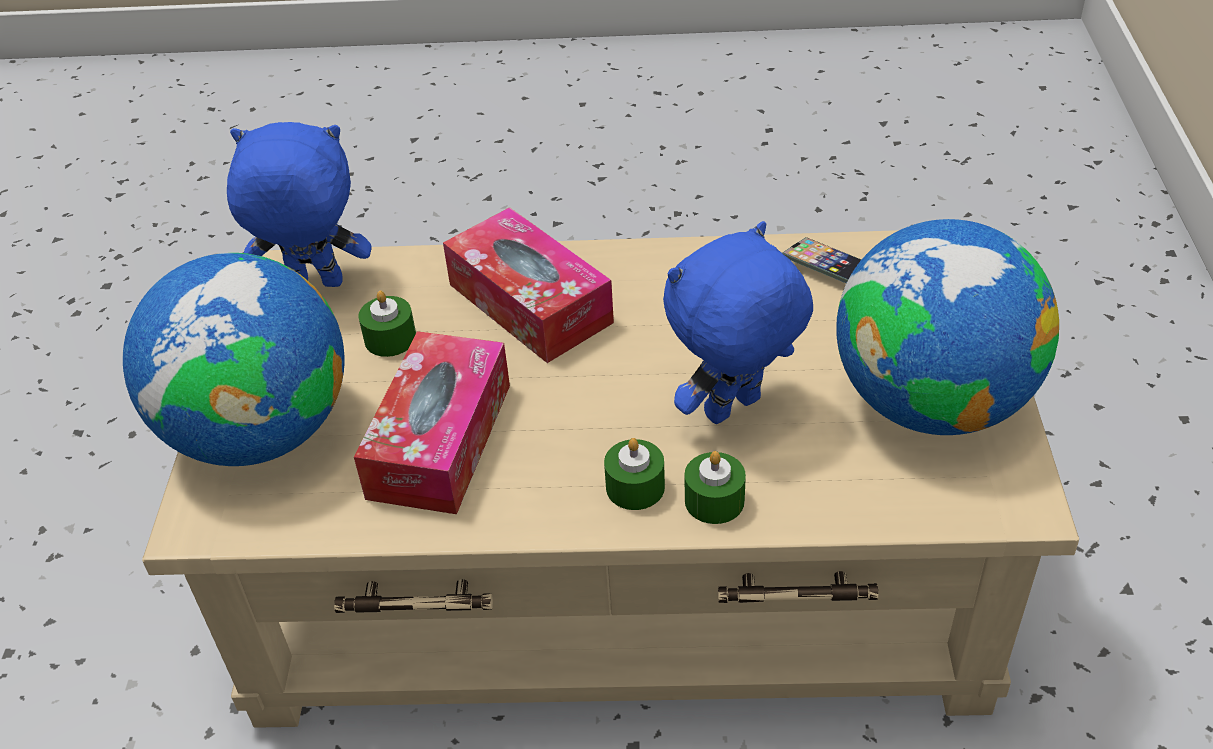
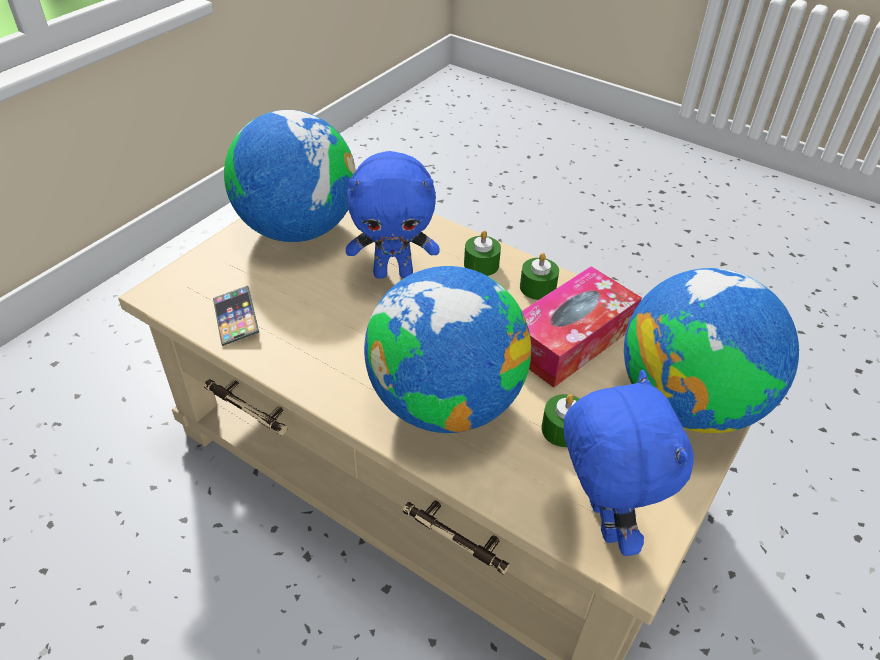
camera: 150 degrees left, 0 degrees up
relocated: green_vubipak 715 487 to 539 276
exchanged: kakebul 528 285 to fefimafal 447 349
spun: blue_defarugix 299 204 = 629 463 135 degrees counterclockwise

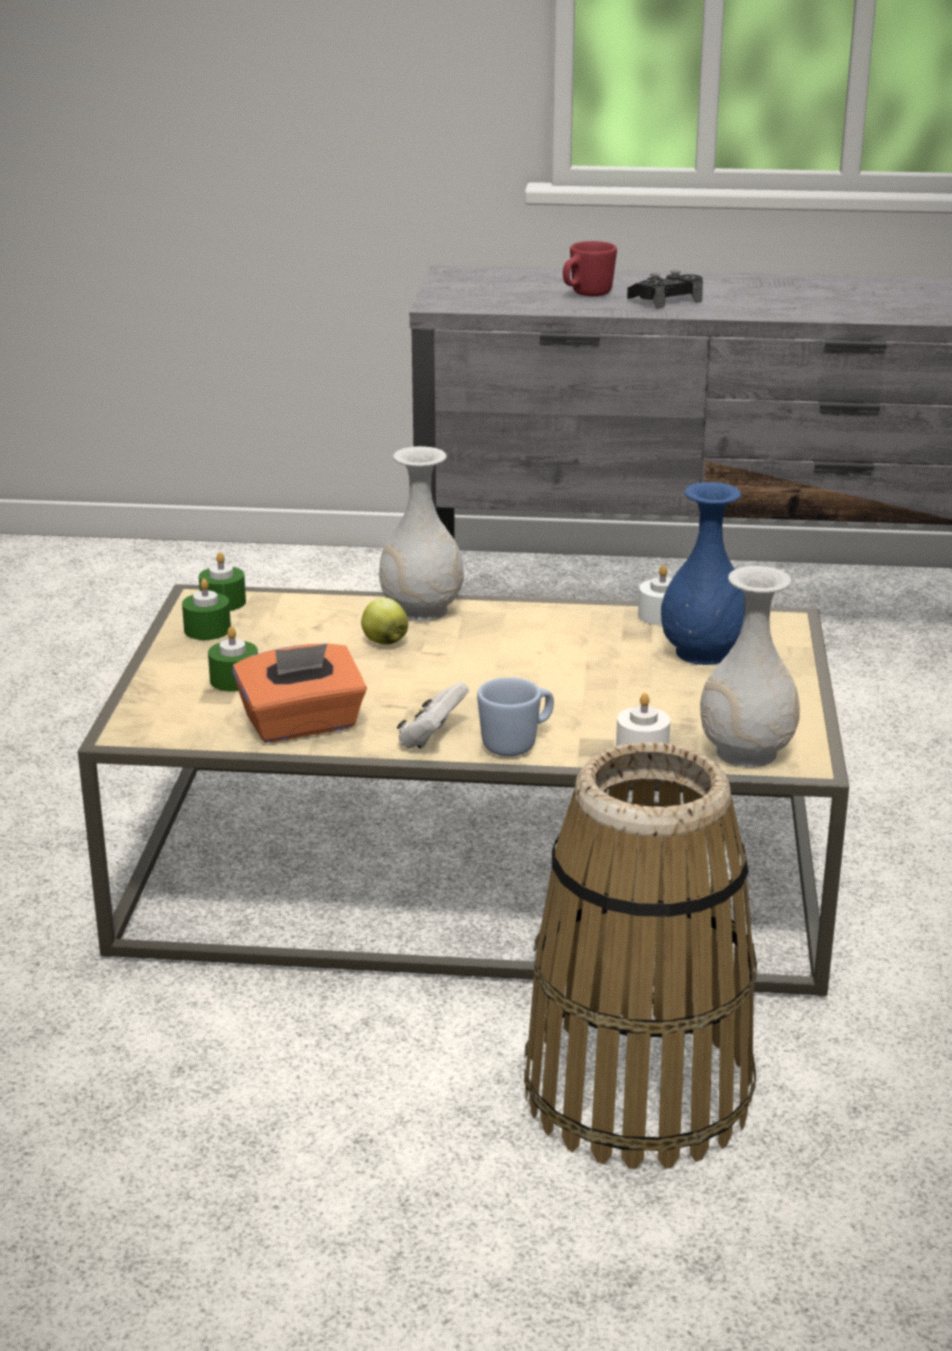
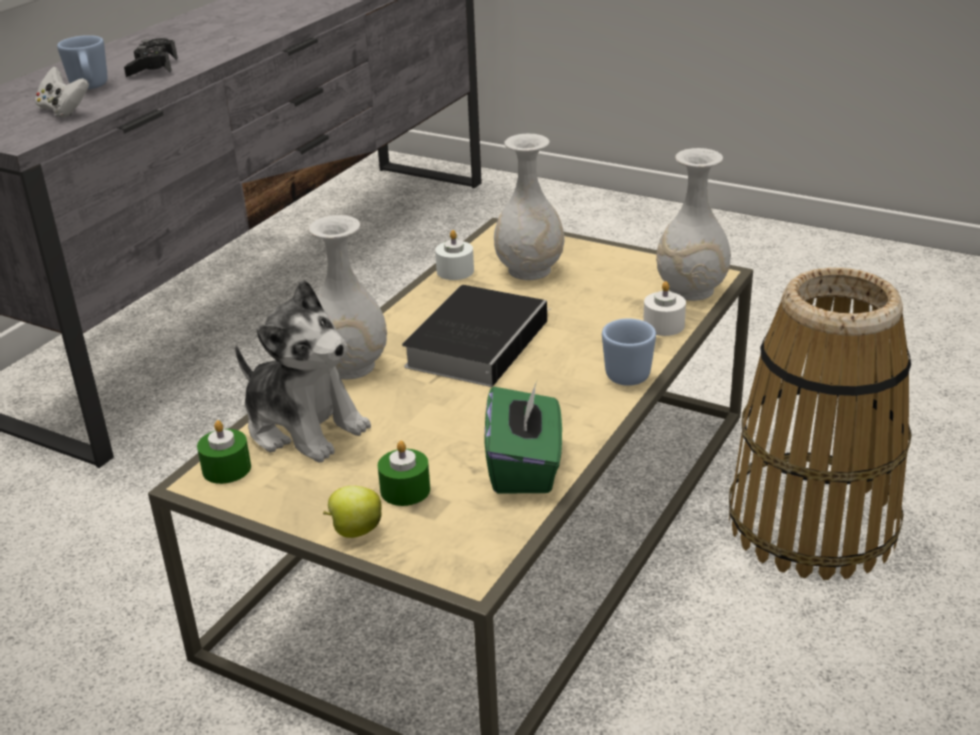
camera: 65 degrees left, 5 degrees up
missing: green_vubipak 206 609
appeared: defarugix 303 371; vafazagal 476 336
relocated: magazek 384 621 to 352 512; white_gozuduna 433 715 to 62 92
colour: orange_kakebul 299 693 to green_kakebul 523 437; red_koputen 590 268 to blue_koputen 82 62; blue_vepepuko 703 573 to white_vepepuko 529 207

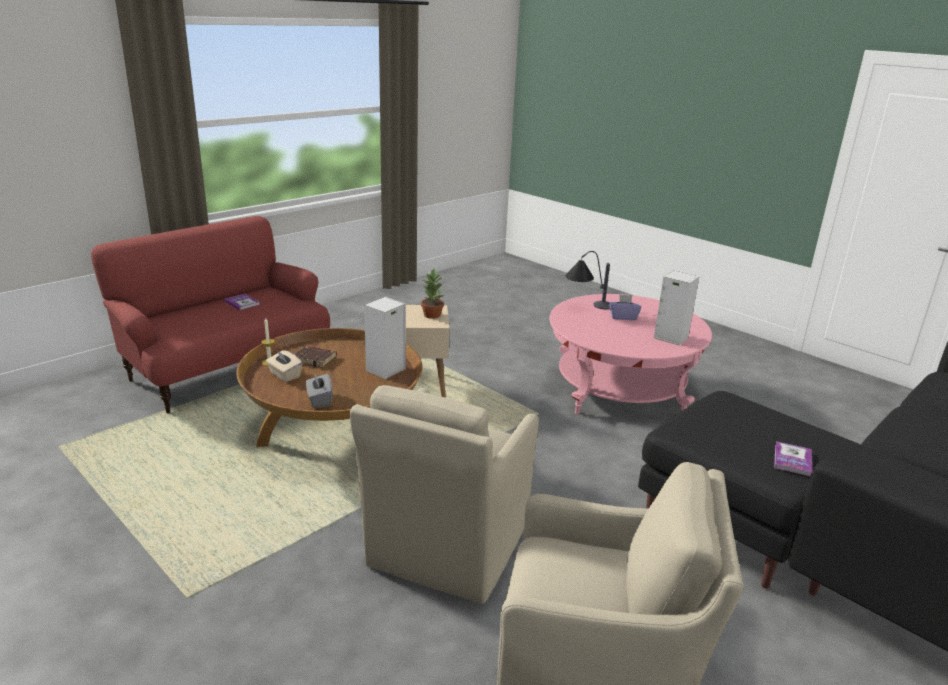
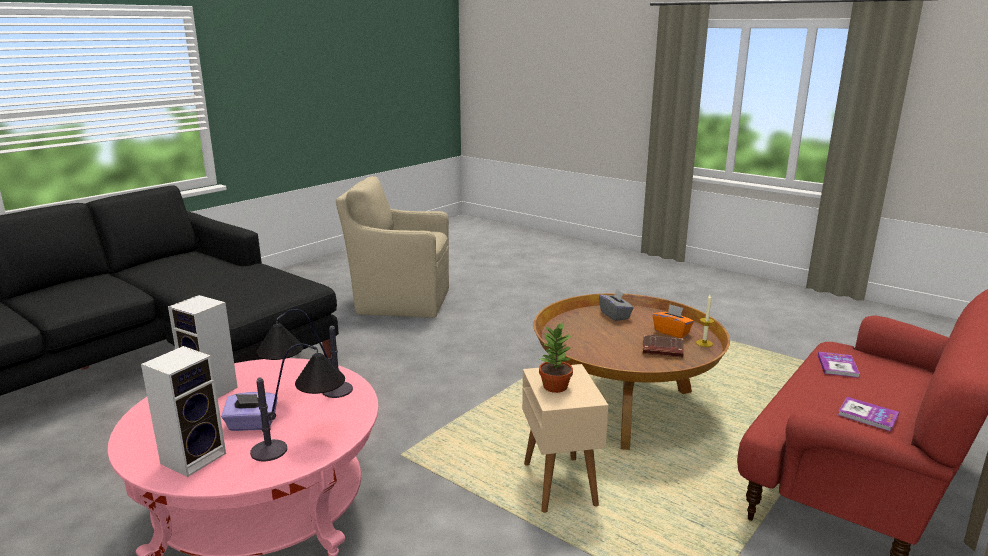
camera: 175 degrees right, 5 degrees down
missing: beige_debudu 444 494
appeared: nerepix 305 353
relocated: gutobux 385 338 to 183 411; vafazagal 793 459 to 839 365
colour: beige_kakebul 284 366 to orange_kakebul 673 321

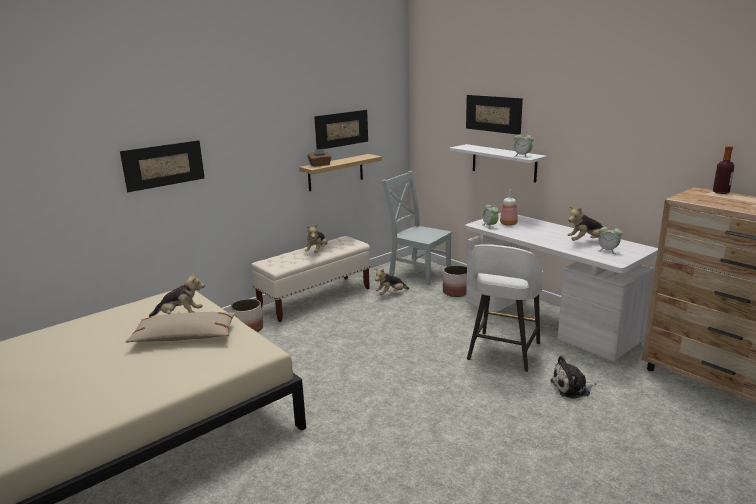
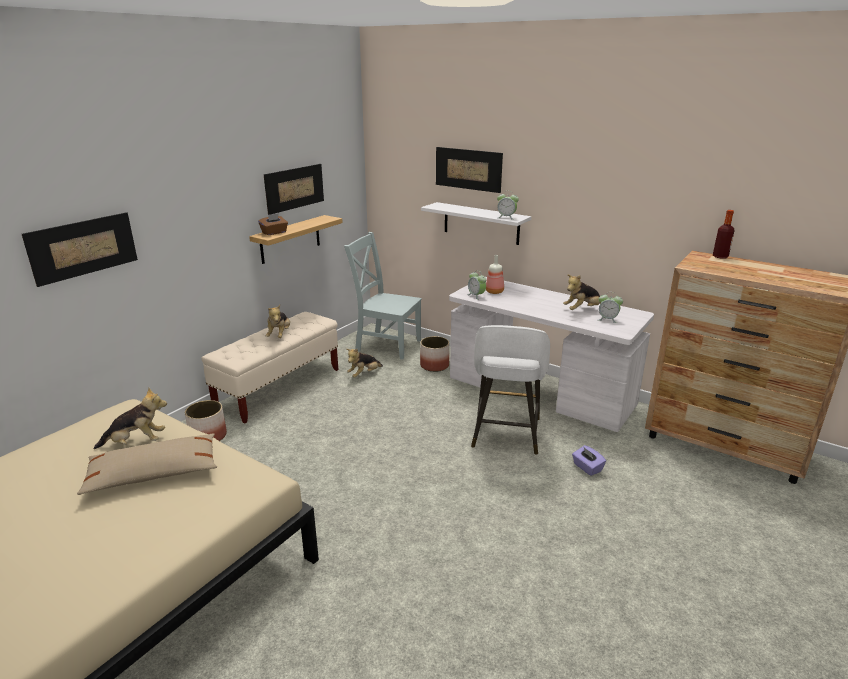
camera: 15 degrees left, 5 degrees up
exchanged: defarugix 573 377 to purple_kakebul 589 460

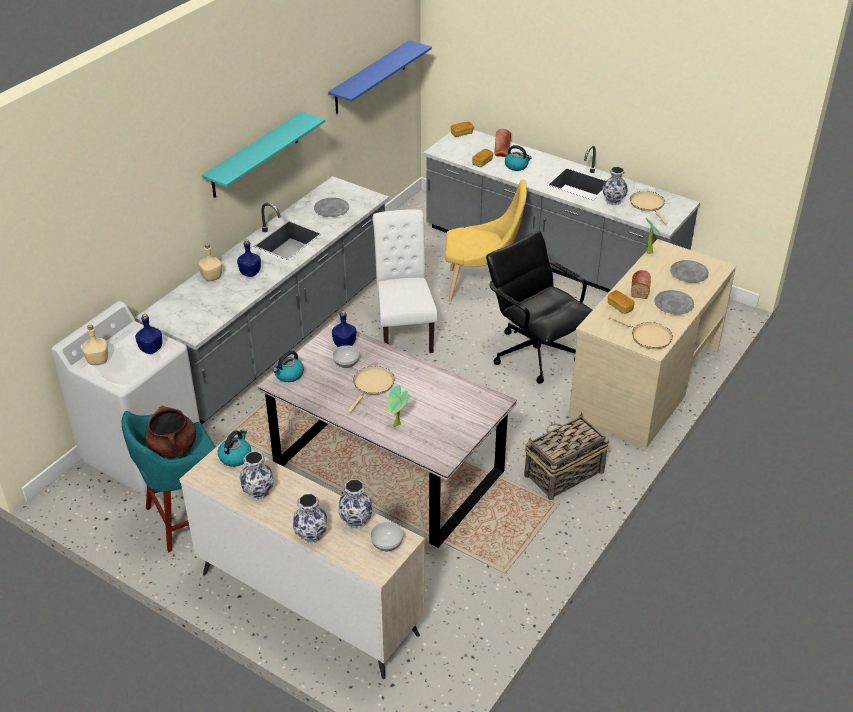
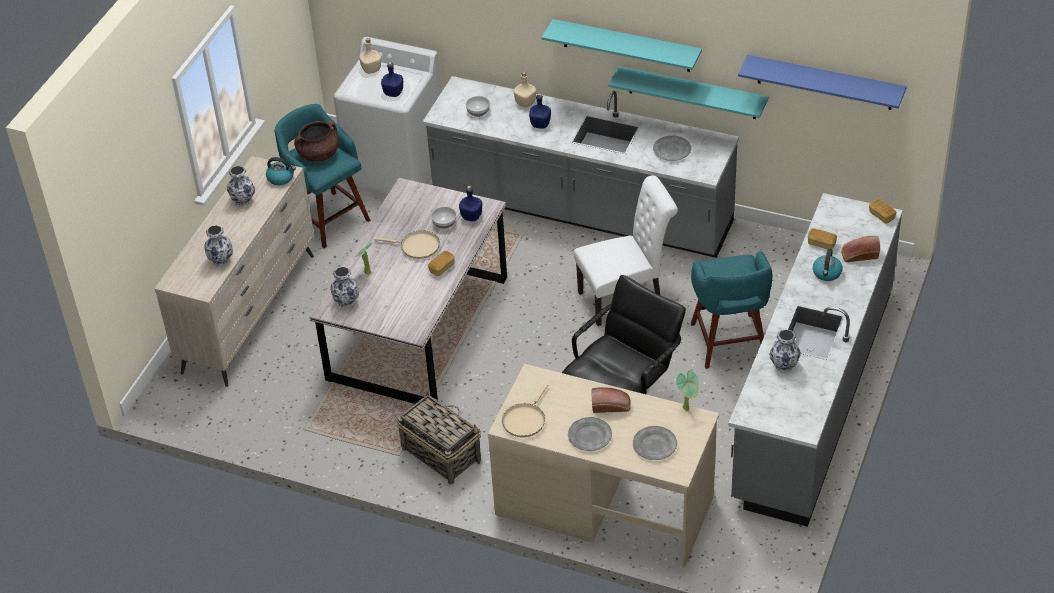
camera: 80 degrees right, 5 degrees up
missing: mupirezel 288 366; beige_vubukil 649 207
appeared: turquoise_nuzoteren 688 92
relocated: vepepuko 310 519 to 344 287; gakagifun 386 536 to 478 106; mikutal 621 302 to 441 263
exchanged: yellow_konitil 486 241 to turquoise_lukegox 732 310

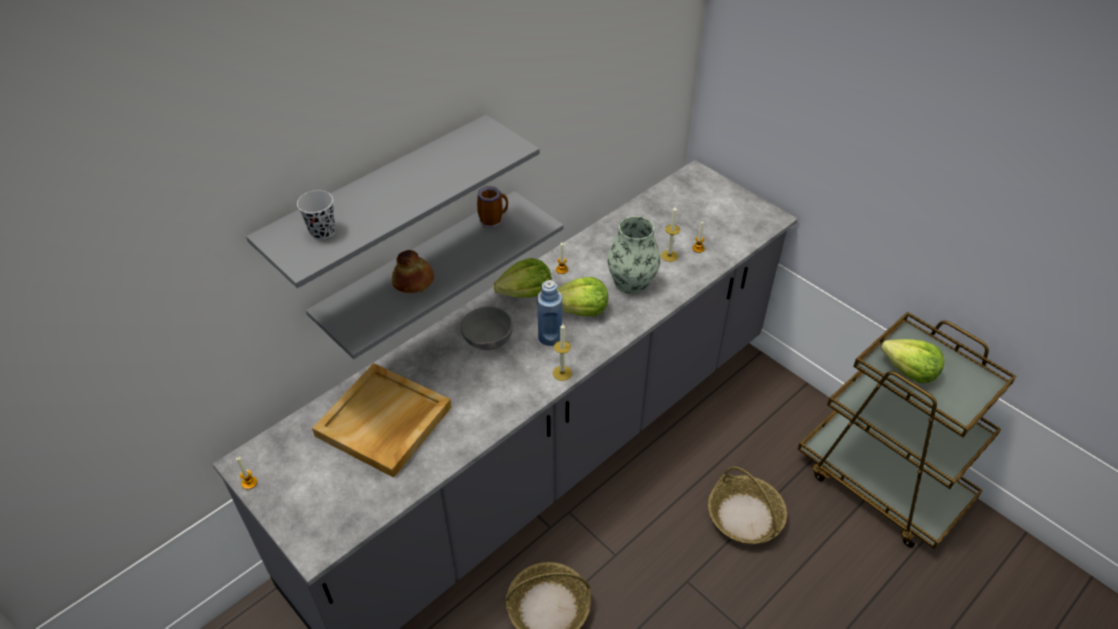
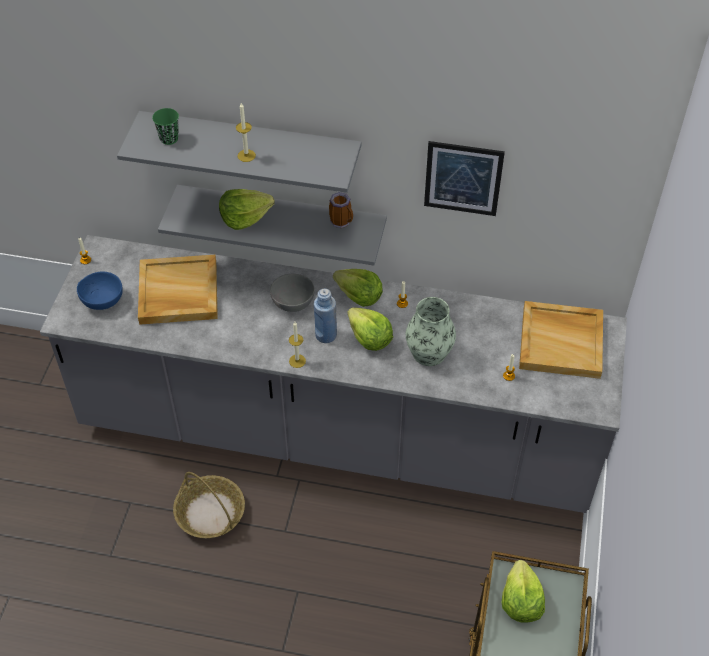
camera: 55 degrees right, 5 degrees up
missing: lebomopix 747 505
appeared: blue_gakagifun 100 291; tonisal 464 178; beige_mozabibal 561 340
relocated: vubipak 670 234 to 246 132
exchanged: mikutal 413 271 to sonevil 246 209
colour: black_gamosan 316 215 to green_gamosan 165 126

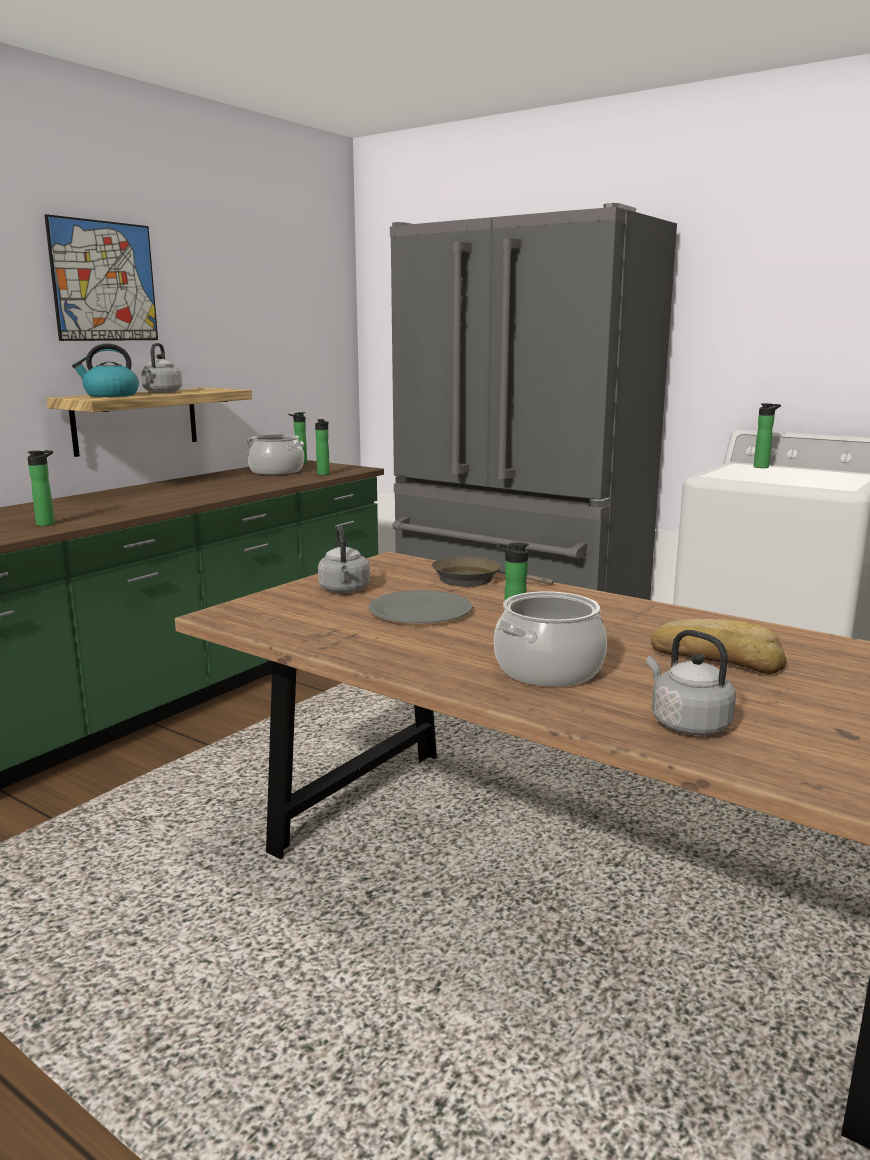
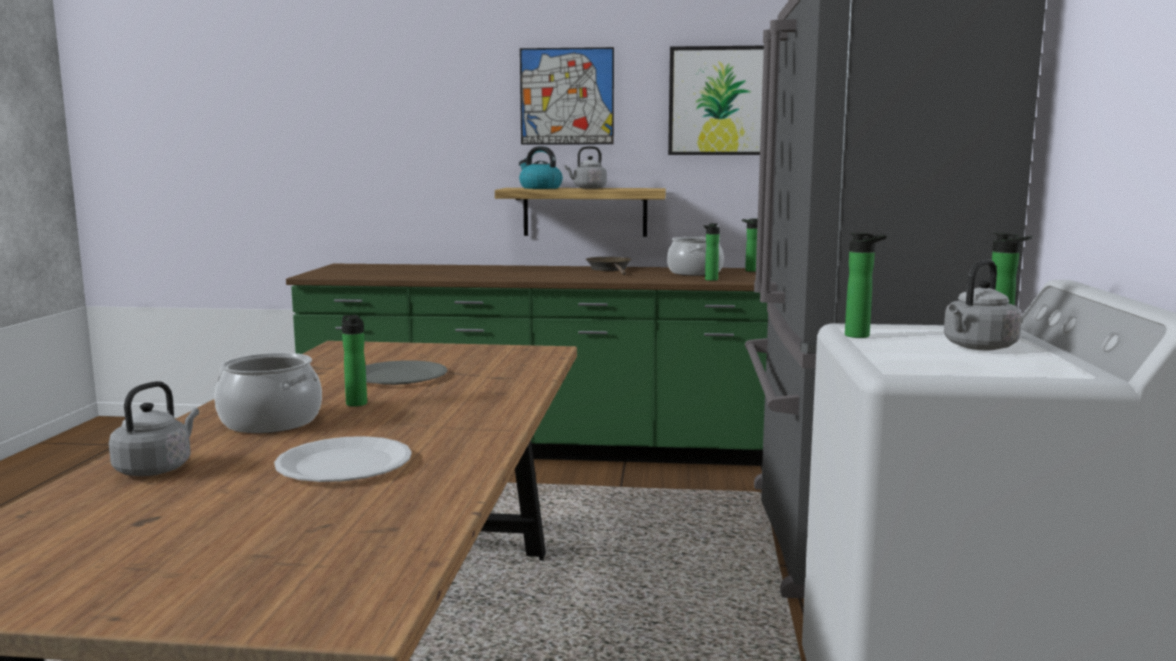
camera: 60 degrees right, 5 degrees down
appeared: tonisal 716 100
relocated: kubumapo 41 488 to 866 285; grey_mupirezel 344 559 to 983 304; brown_vubukil 492 571 to 609 266
exchanged: mikutal 719 646 to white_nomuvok 343 459

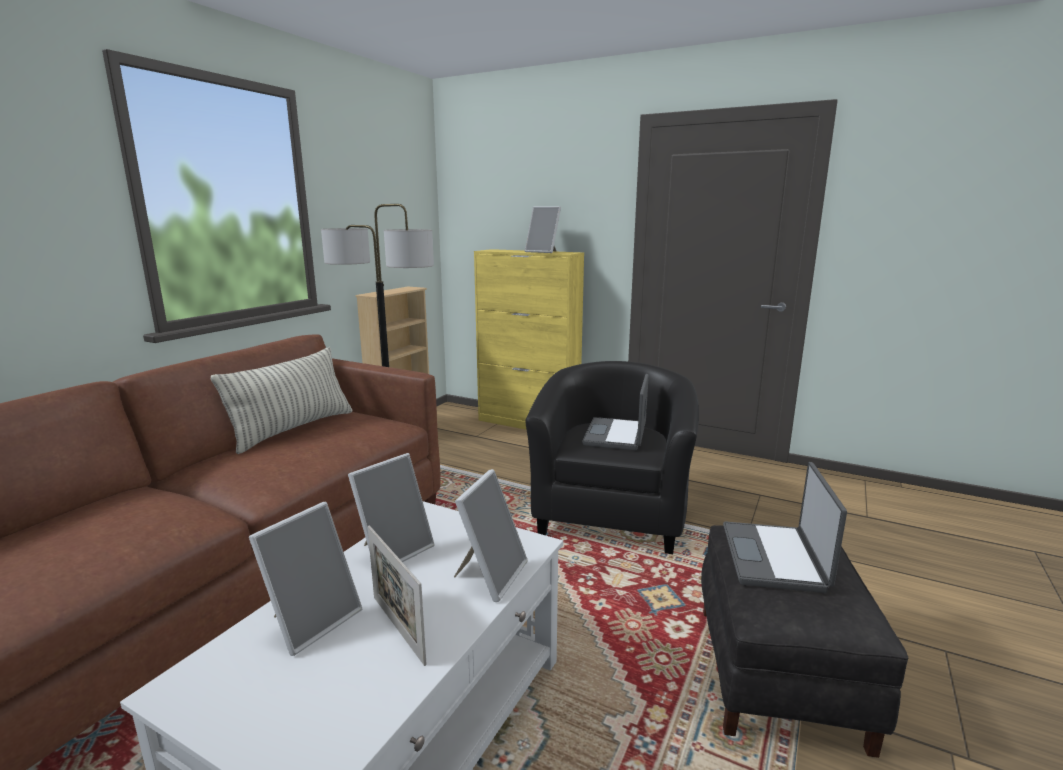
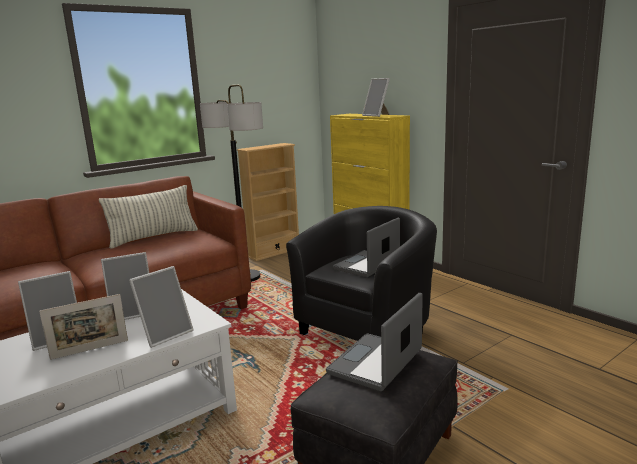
camera: 25 degrees right, 0 degrees up
spun: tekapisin 397 596 = 83 327 105 degrees counterclockwise

